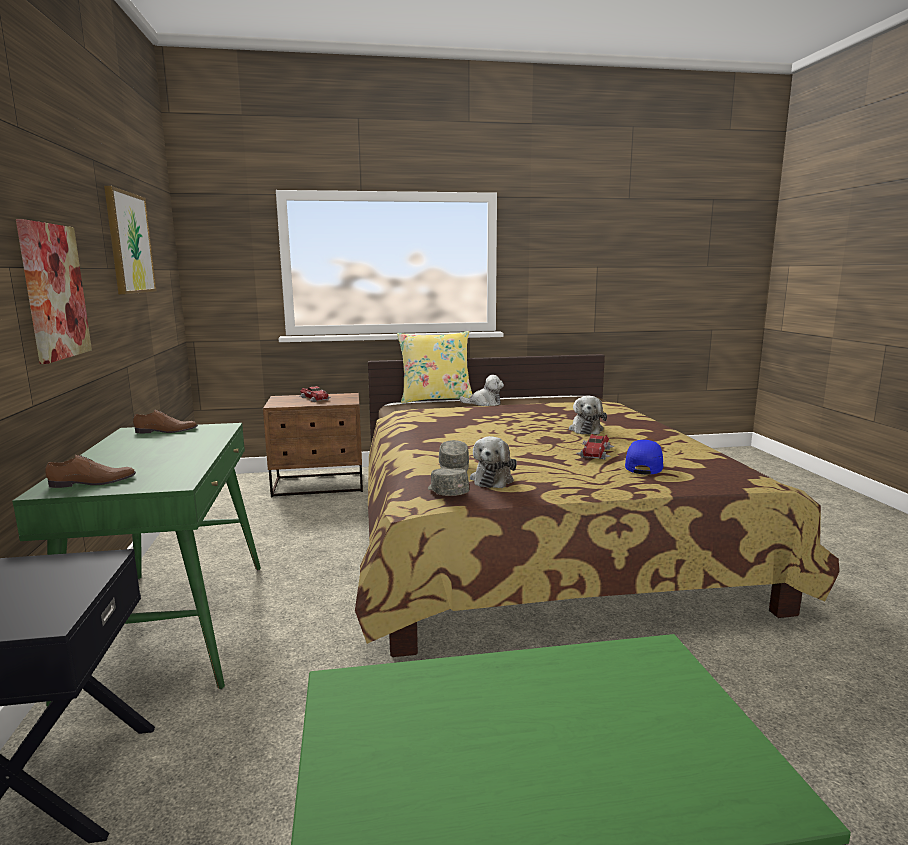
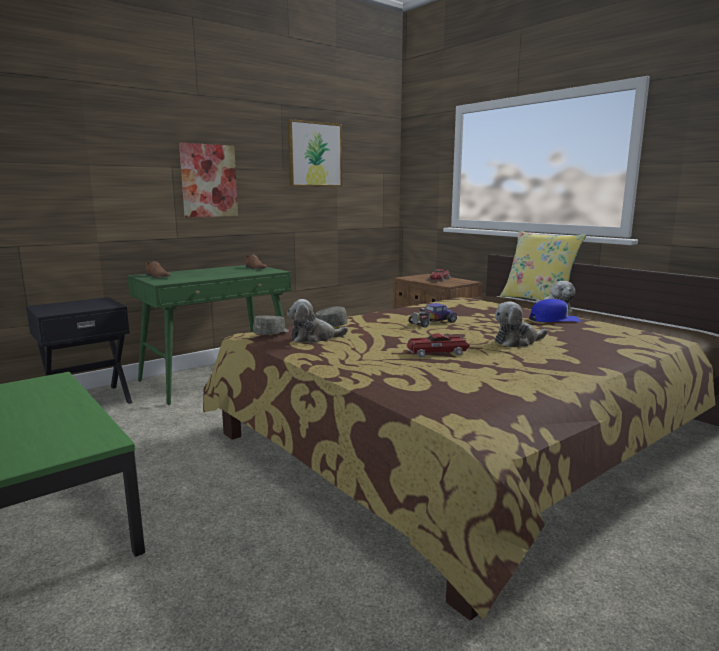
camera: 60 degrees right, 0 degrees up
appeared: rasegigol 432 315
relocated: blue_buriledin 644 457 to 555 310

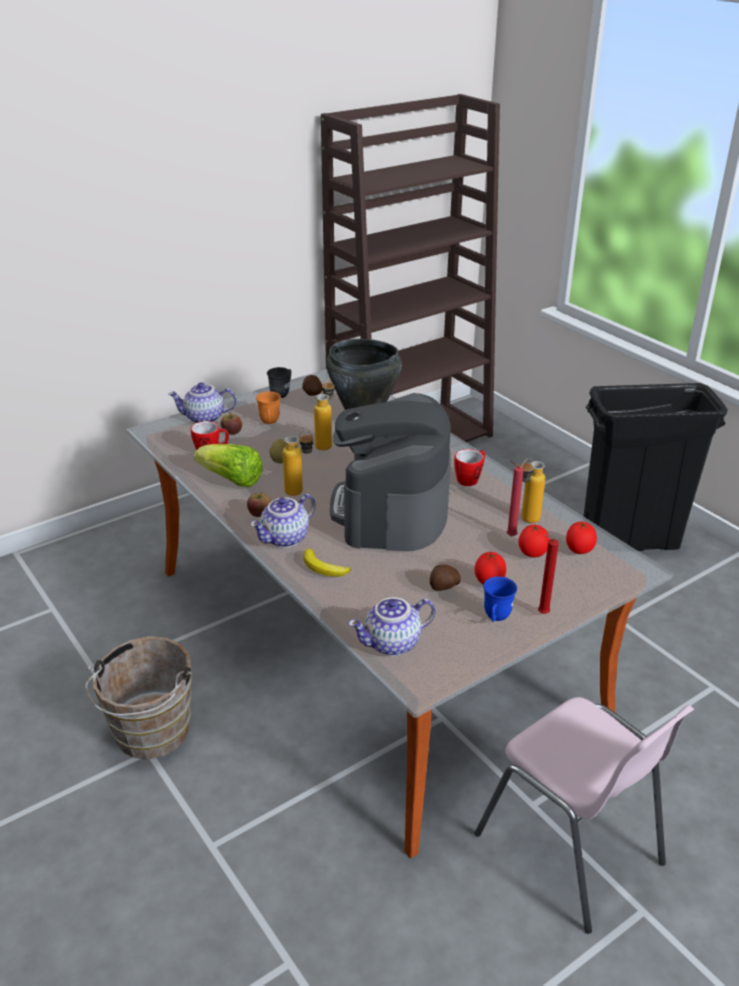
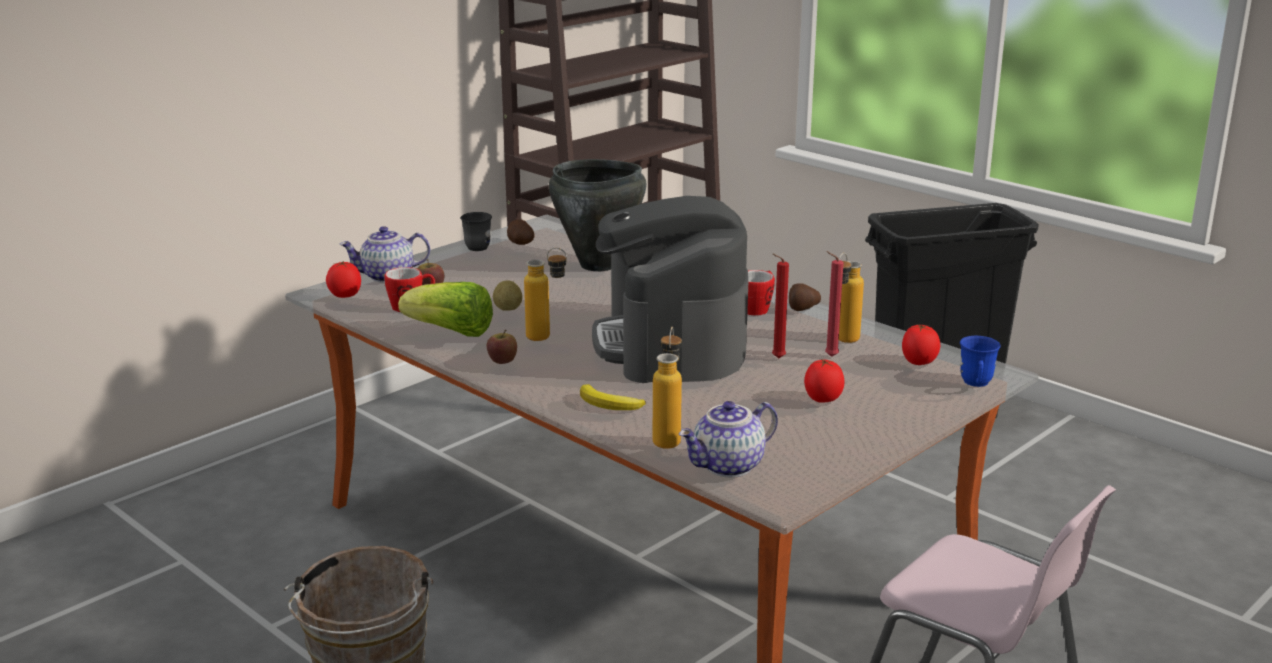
camera: 10 degrees left, 10 degrees down
missing: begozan 283 521; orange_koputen 268 407
relocated: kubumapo 324 414 to 667 388; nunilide 445 577 to 805 297; blue_koputen 500 599 to 980 361; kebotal 534 541 to 343 279; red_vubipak 548 574 to 780 306

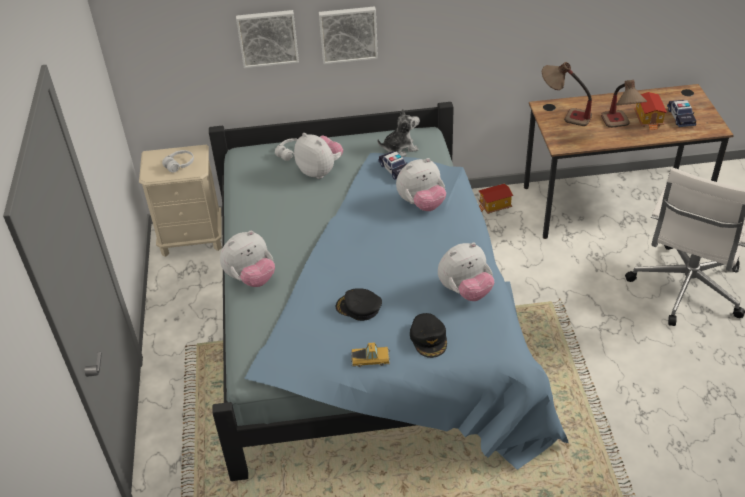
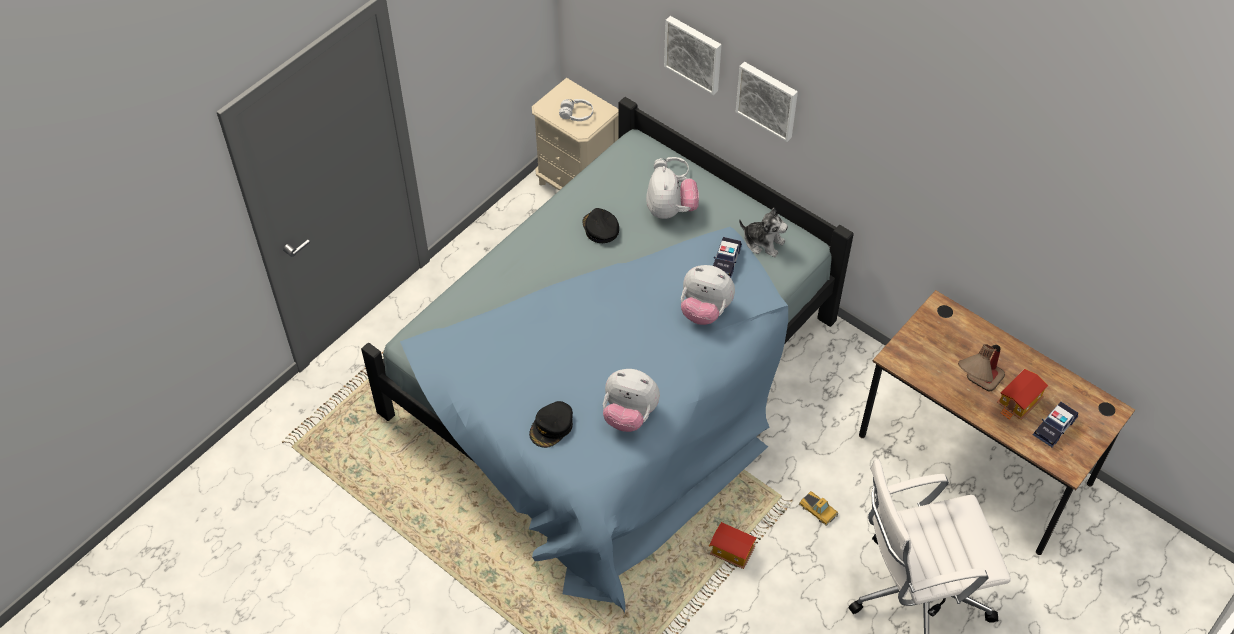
camera: 45 degrees right, 10 degrees up
missing: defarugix 247 259; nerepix 567 94
relocated: black_buriledin 359 305 to 601 225; rasegigol 370 354 to 818 508; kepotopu 496 199 to 732 545

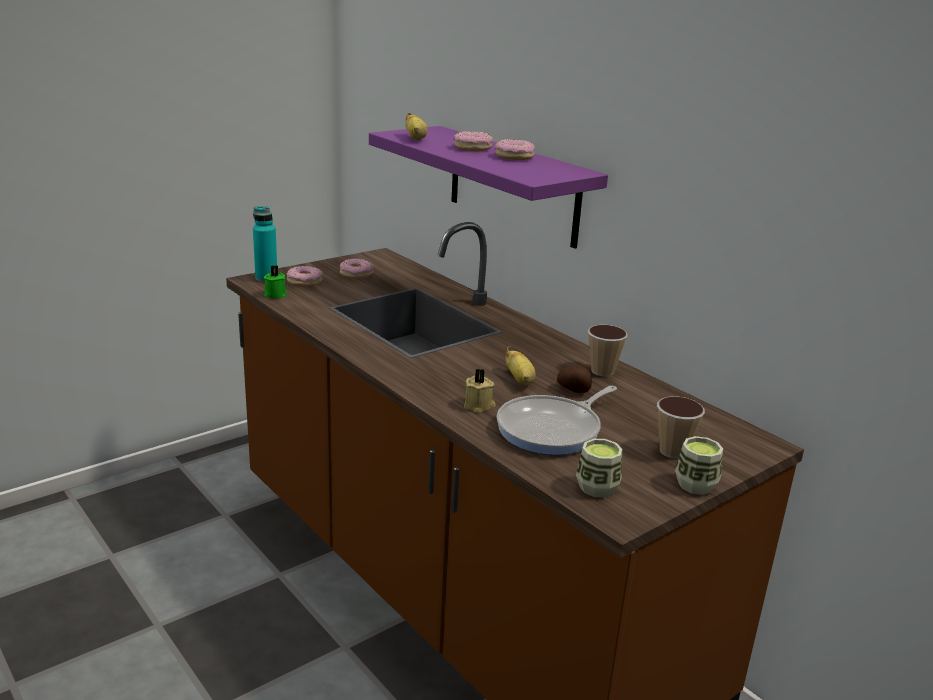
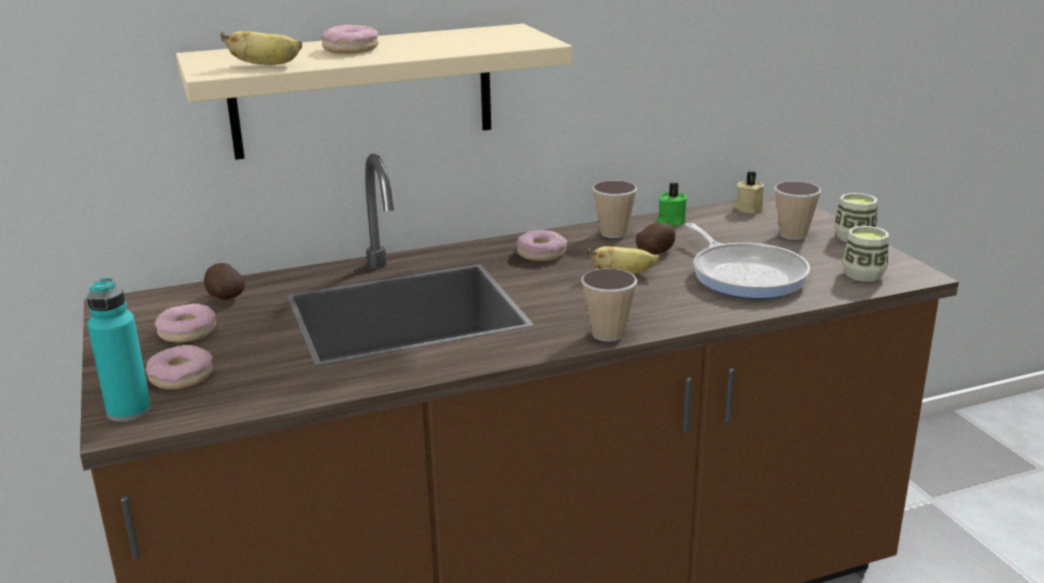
camera: 70 degrees left, 0 degrees up
appeared: nunilide 224 281; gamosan 609 305
relocated: green_vubipak 275 281 to 672 204; beige_vubipak 479 390 to 749 193; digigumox 515 149 to 542 245
colour: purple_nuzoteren 488 187 to beige_nuzoteren 374 92

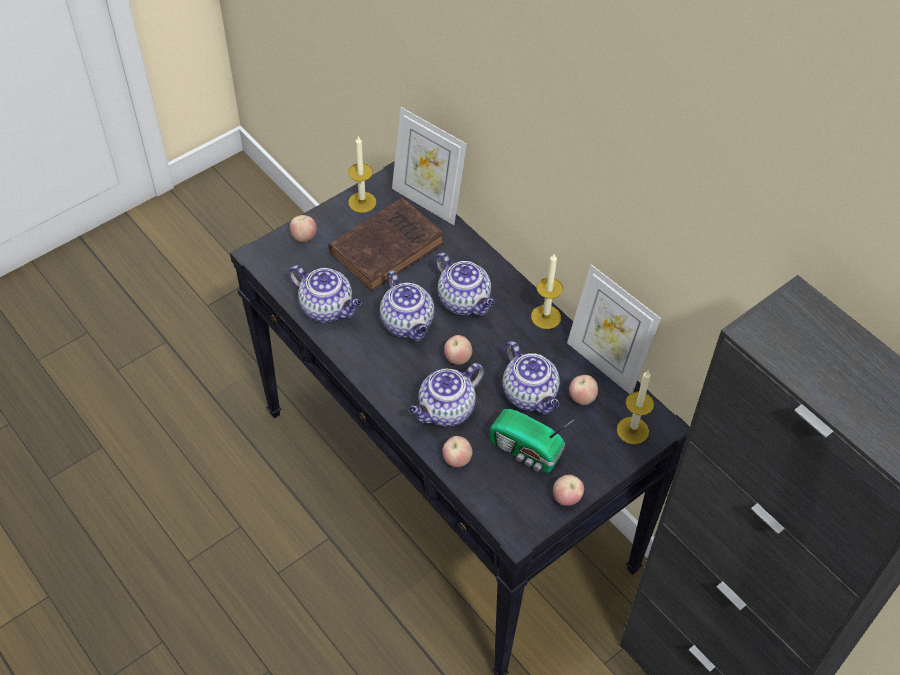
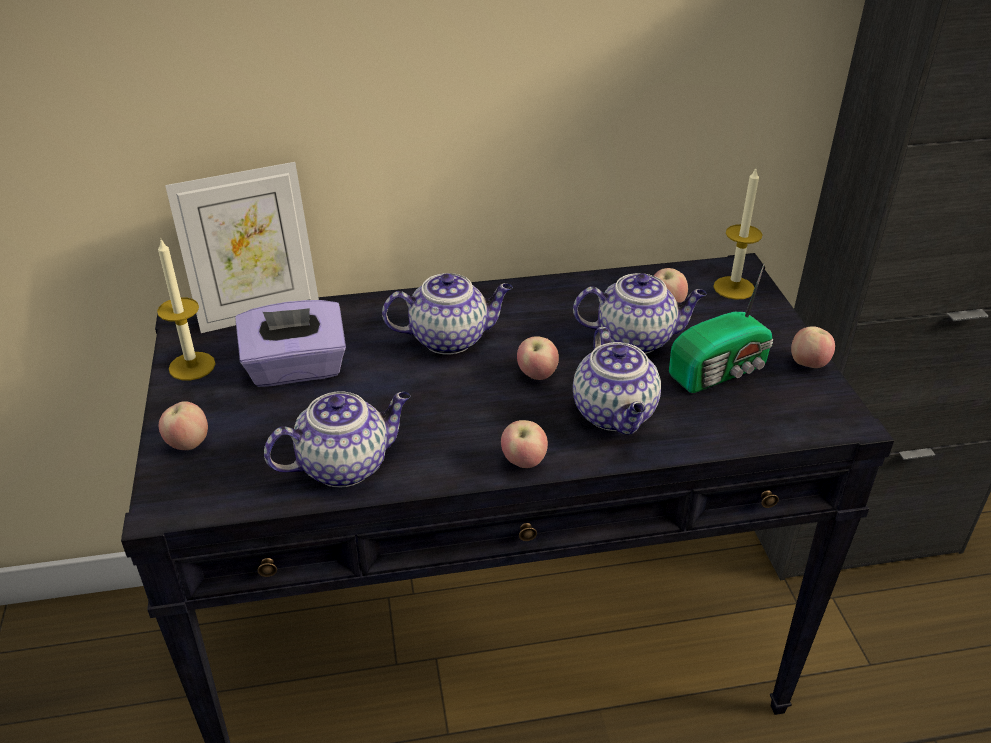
camera: 60 degrees left, 15 degrees down
missing: begozan 407 306; vubipak 547 291; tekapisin 614 329
relocated: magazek 458 451 to 524 444
exchanged: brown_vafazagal 386 245 to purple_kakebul 290 343

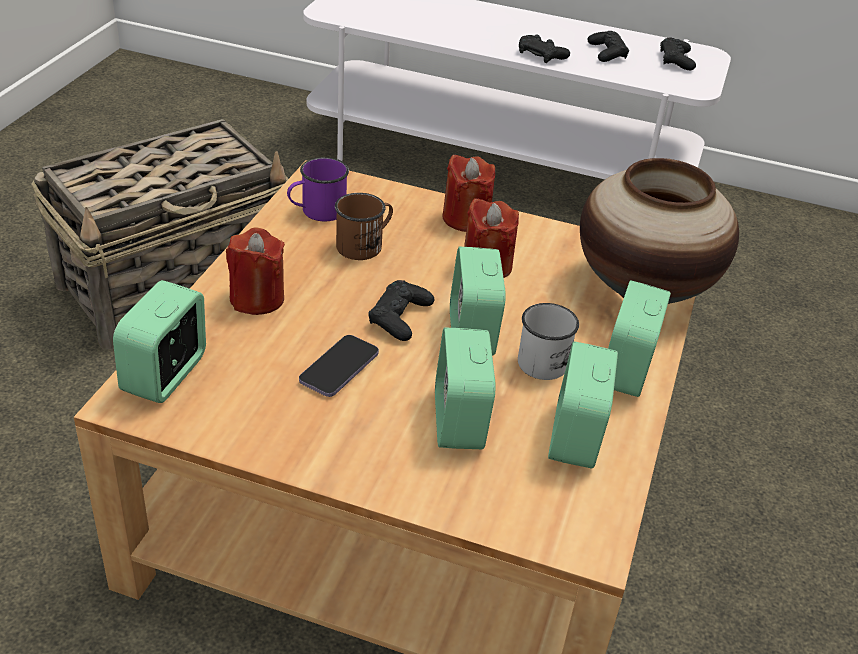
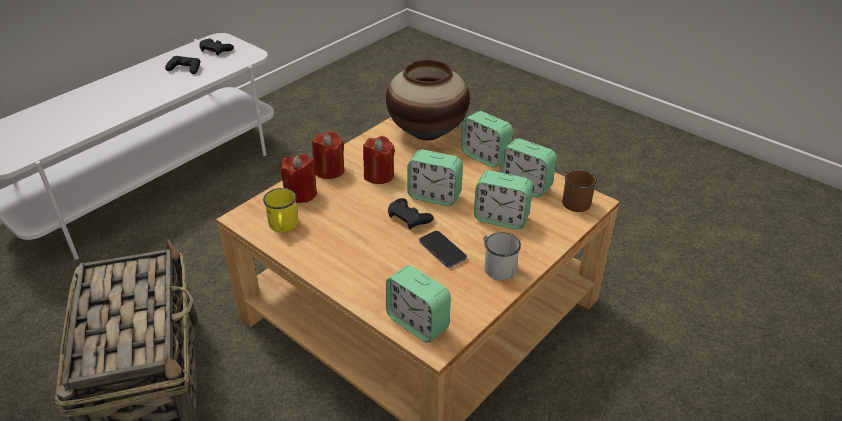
camera: 65 degrees left, 0 degrees up
missing: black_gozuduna 544 48
relocated: red_vubipak 255 271 to 299 178; brown_koputen 364 226 to 579 190; white_koputen 548 341 to 502 256
colour: purple_koputen 318 189 to yellow_koputen 281 210

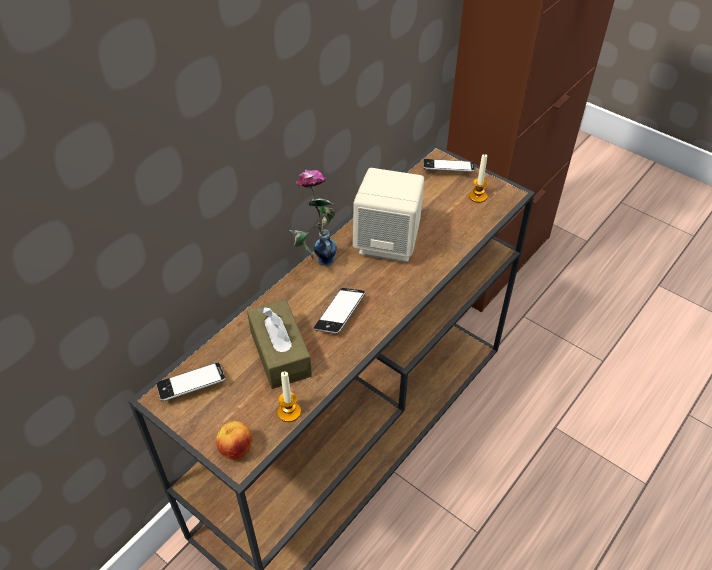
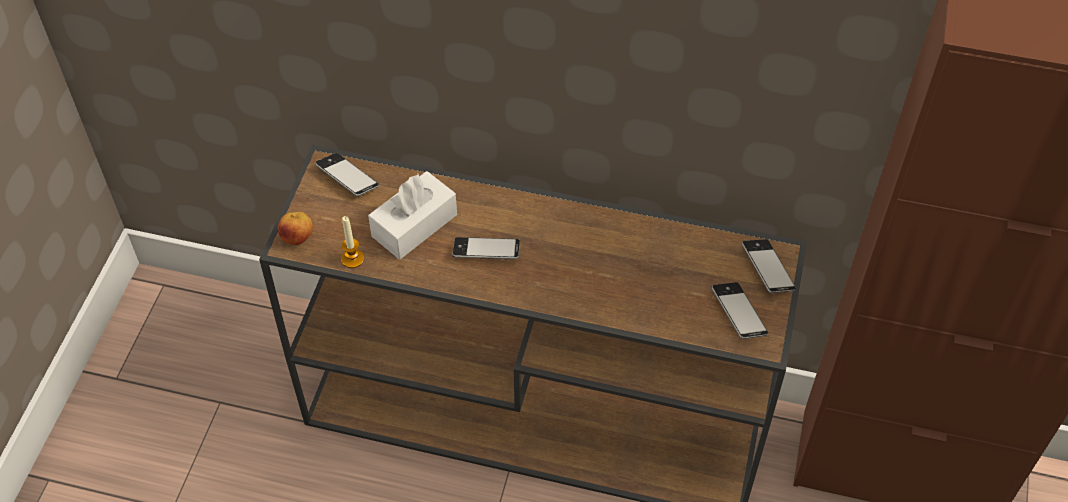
camera: 65 degrees right, 5 degrees up
missing: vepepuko 313 217; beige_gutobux 388 215
exchanged: vubipak 478 178 to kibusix 739 310
colour: brown_kakebul 279 344 to white_kakebul 412 215

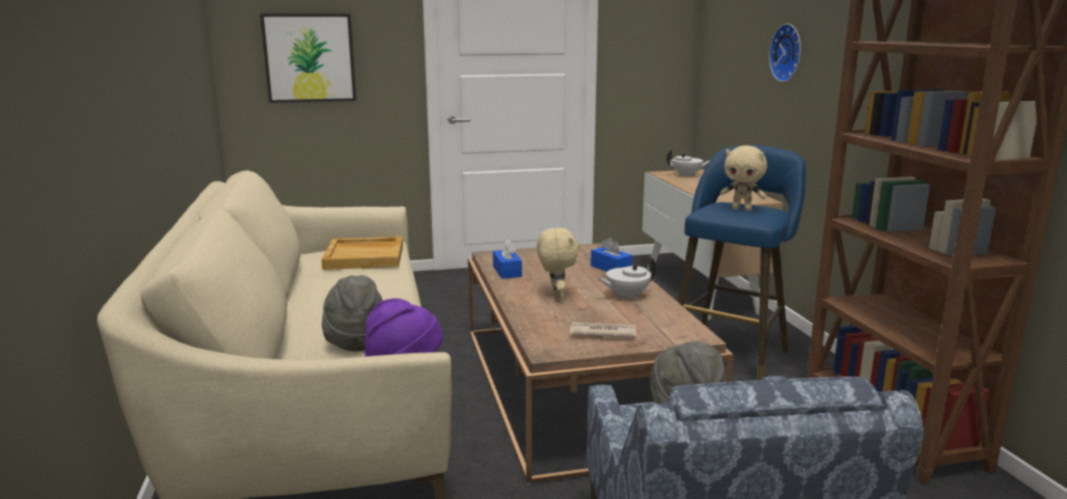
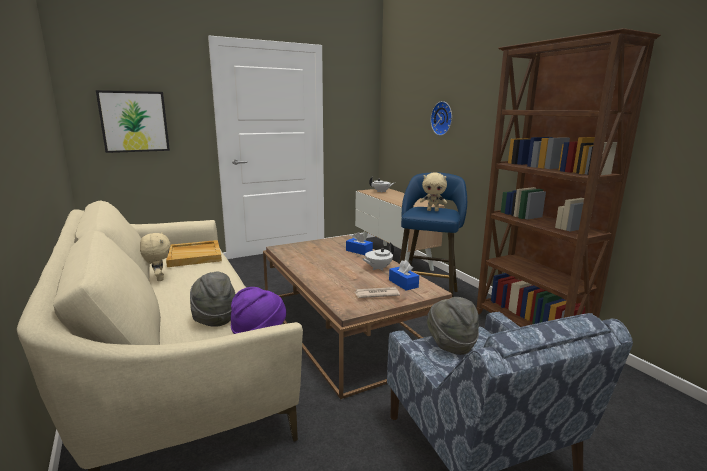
camera: 15 degrees left, 0 degrees up
relocated: blue_kakebul 507 259 to 404 275; beige_defarugix 558 263 to 155 257

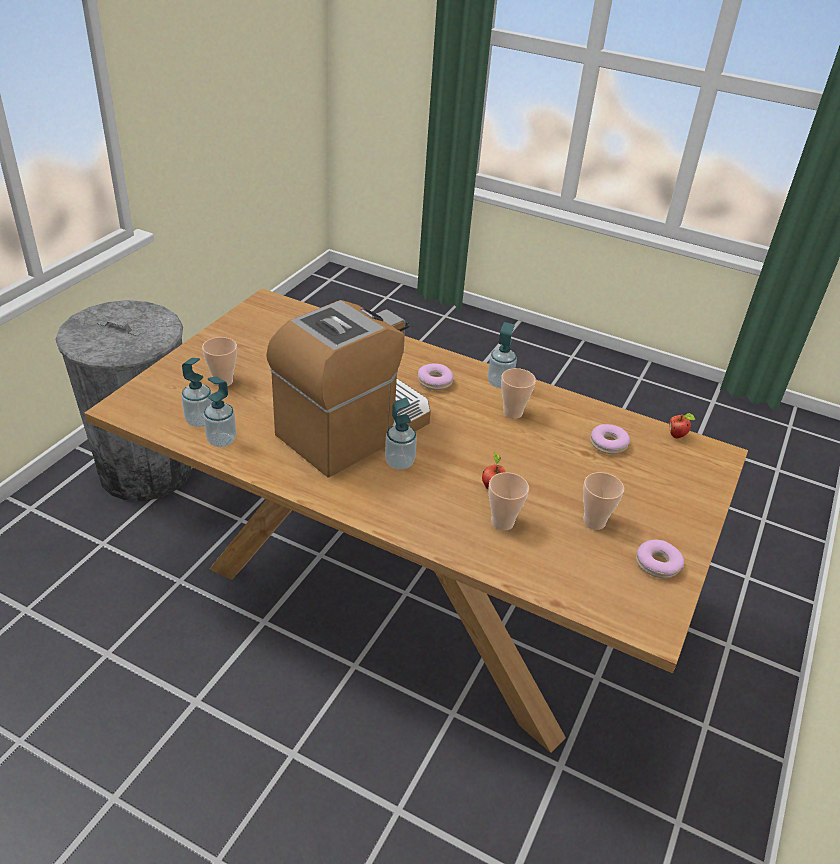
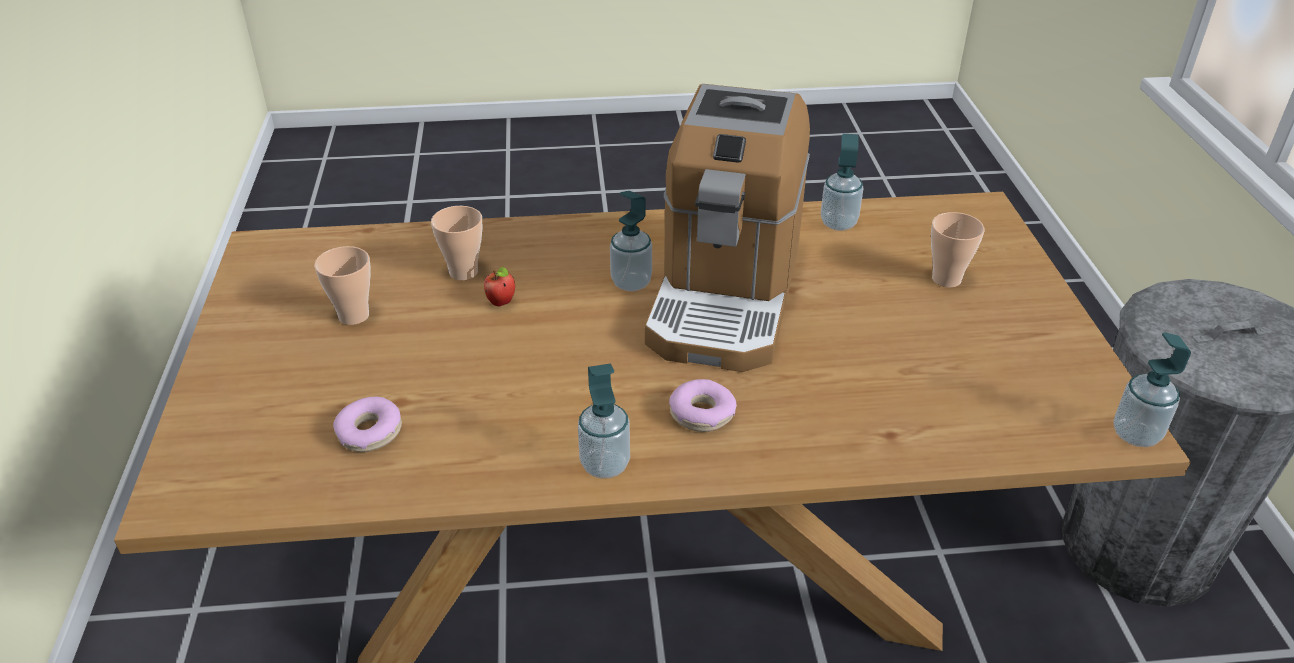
camera: 150 degrees right, 0 degrees up
missing: gamosan 518 393; digigumox 660 559; magazek 682 426
relocated: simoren 197 392 to 1152 389

